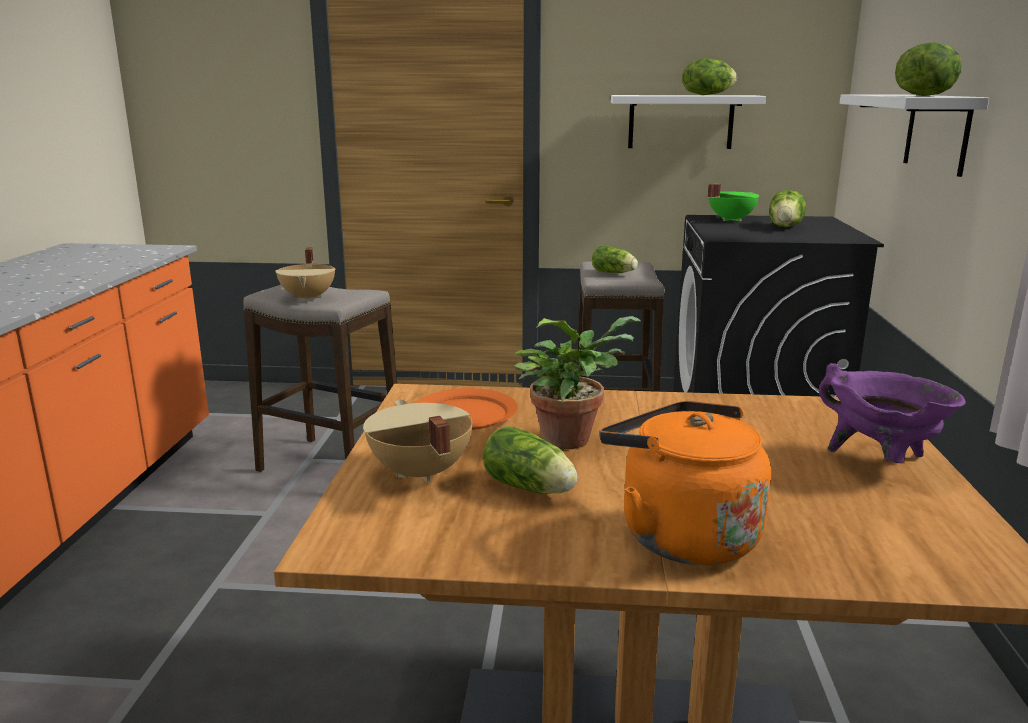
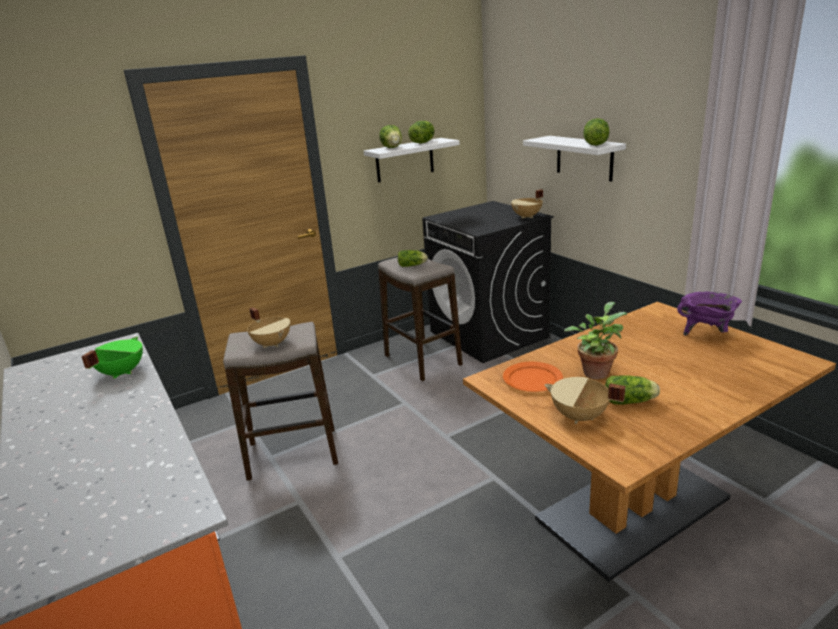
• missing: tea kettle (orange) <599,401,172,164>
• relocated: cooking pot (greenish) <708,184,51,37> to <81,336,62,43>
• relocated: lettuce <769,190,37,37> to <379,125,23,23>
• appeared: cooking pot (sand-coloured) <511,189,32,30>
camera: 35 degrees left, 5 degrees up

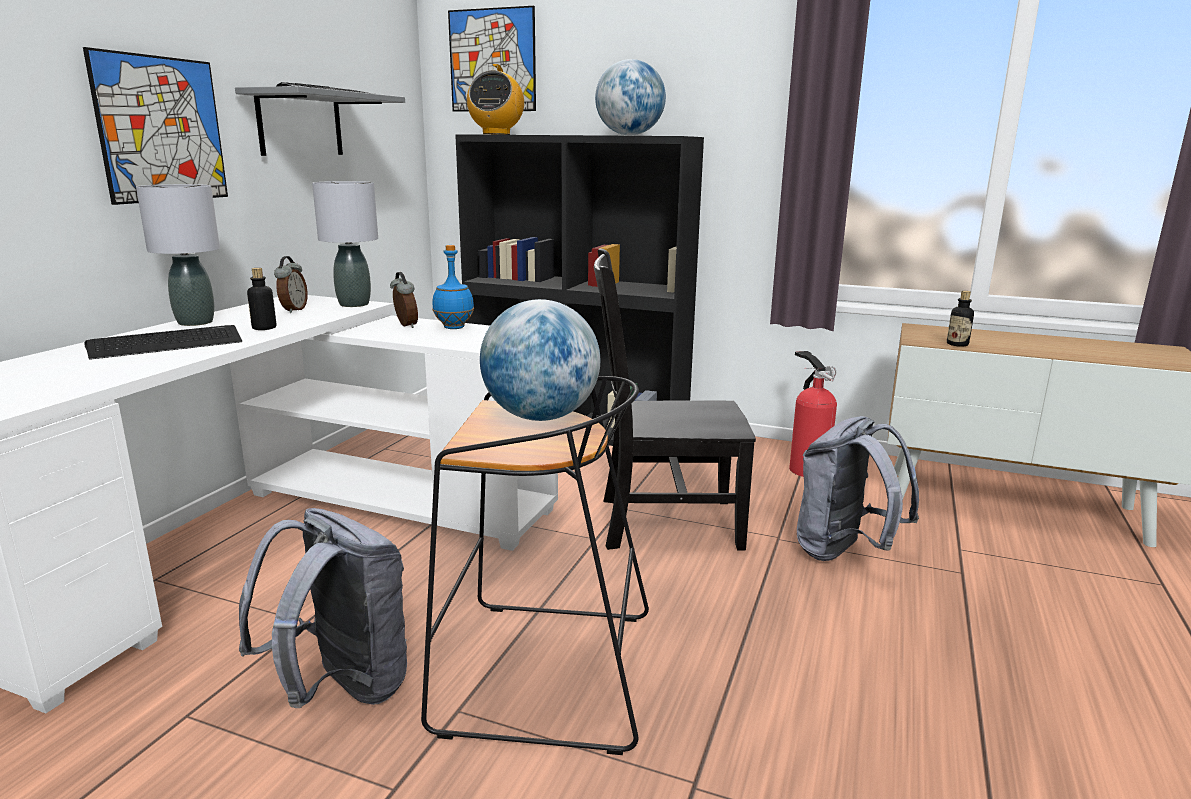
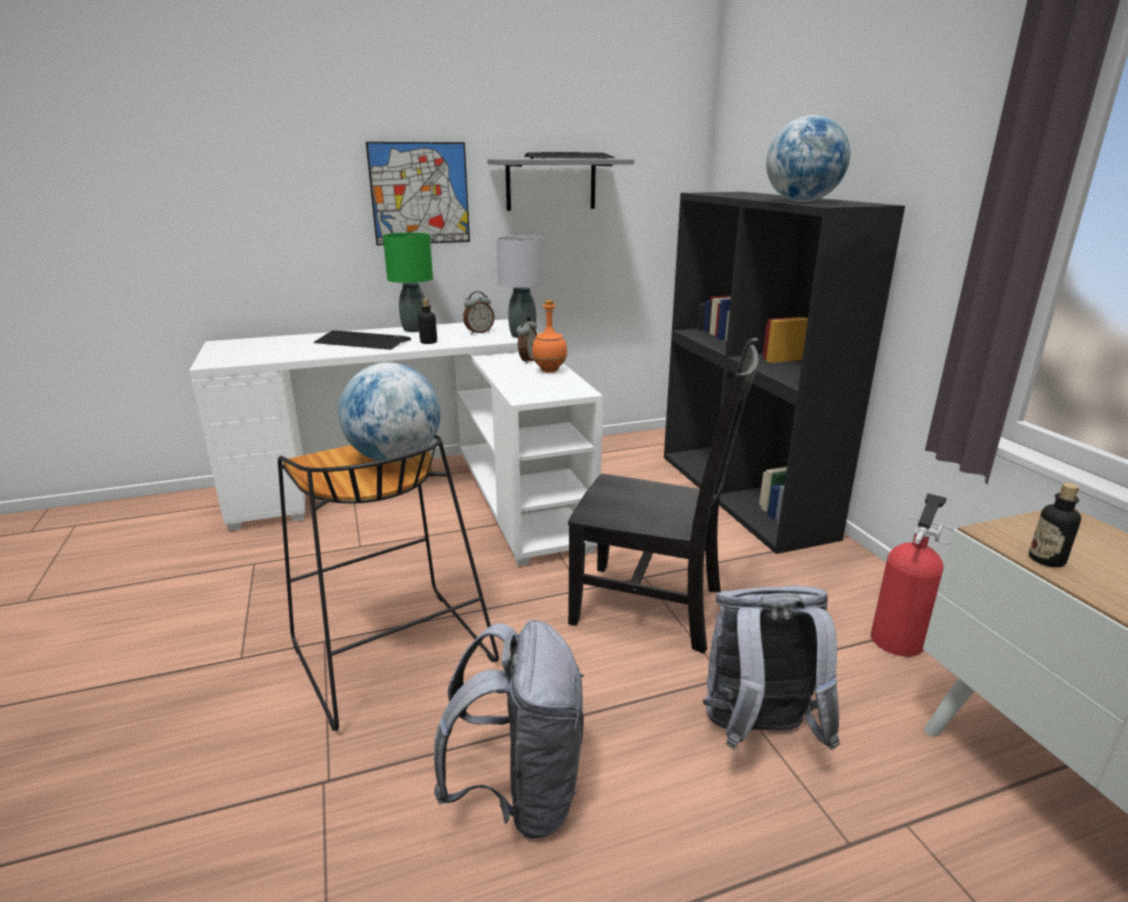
• colour: lamp for a table (greyish) <136,184,84,142> to lamp for a table (greenish) <383,233,50,99>
• relocated: knapsack (greyish) <239,508,168,200> to <433,620,151,219>
• colour: drink bottle (bluish) <432,245,42,84> to drink bottle (orange) <532,300,35,73>
• missing: wall art <448,6,88,106>
• missing: radio set <467,64,57,71>
• spun: chair (blackish) <594,248,162,303> = <568,338,191,316> 150 degrees clockwise
camera: 50 degrees right, 5 degrees up

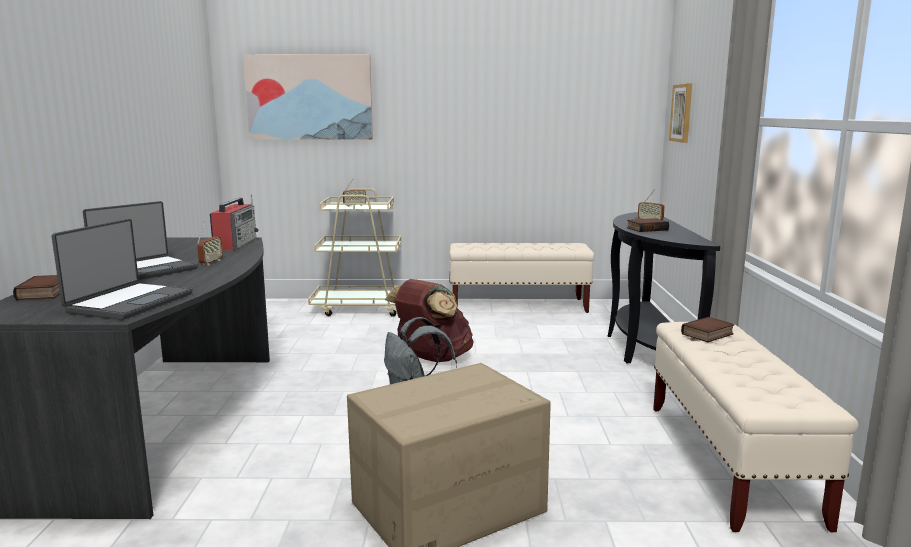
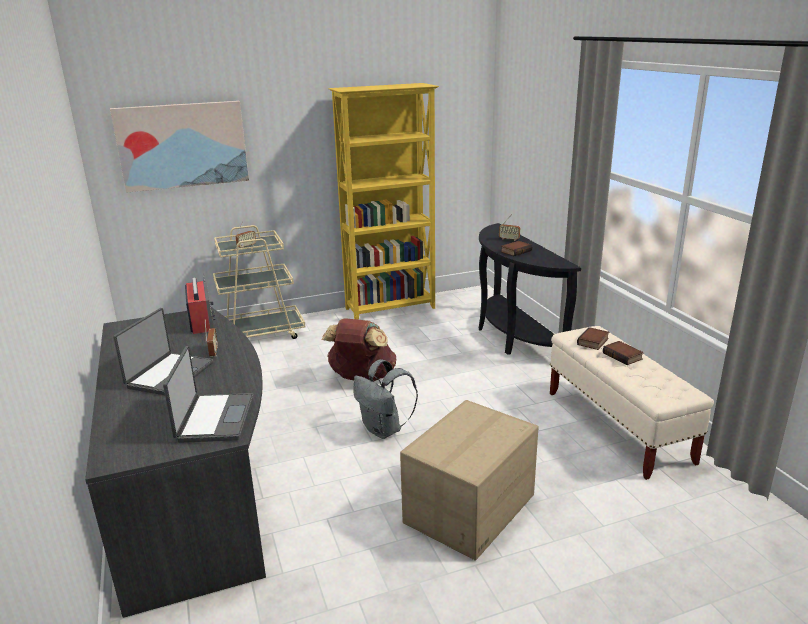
• relocated: book <13,275,47,25> to <603,341,41,24>
• exchanged: long seat (sand-coloured) <449,243,145,70> to bookcase (yellow) <328,83,111,237>
• missing: wall art <669,84,23,59>
camera: 20 degrees left, 10 degrees up

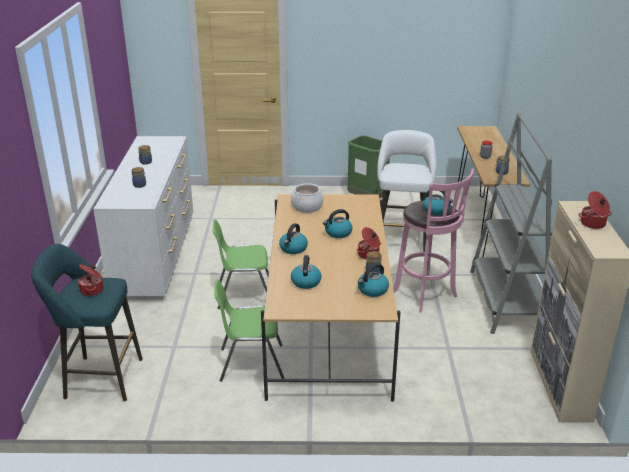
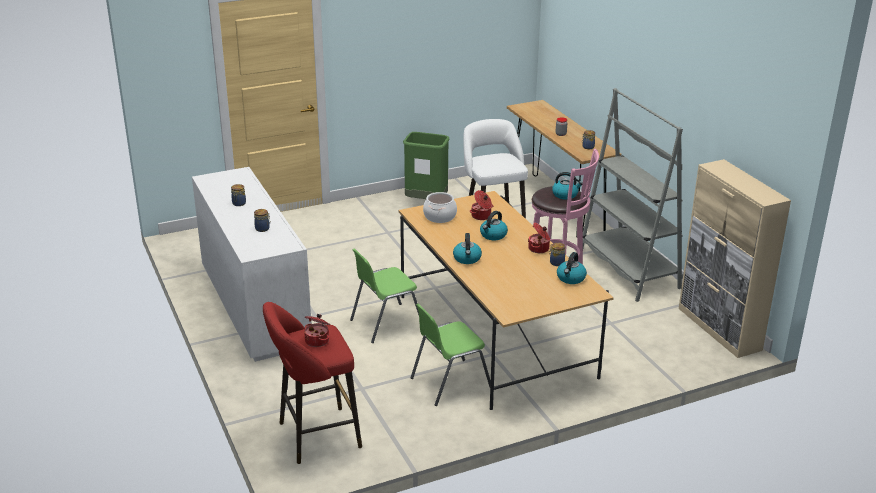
• colour: stool (turquoise) <31,244,112,157> to stool (red) <263,302,99,162>
• missing: tea kettle <291,255,31,34>
• relocated: cooking pot <578,191,34,38> to <470,190,23,30>
camera: 25 degrees left, 0 degrees up

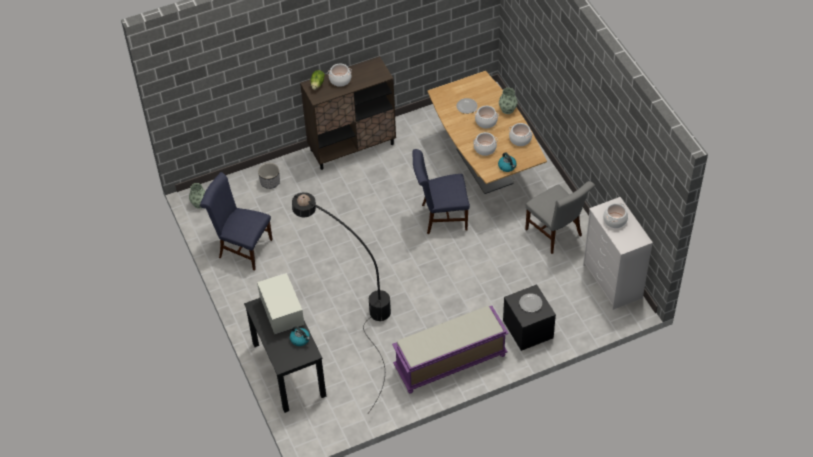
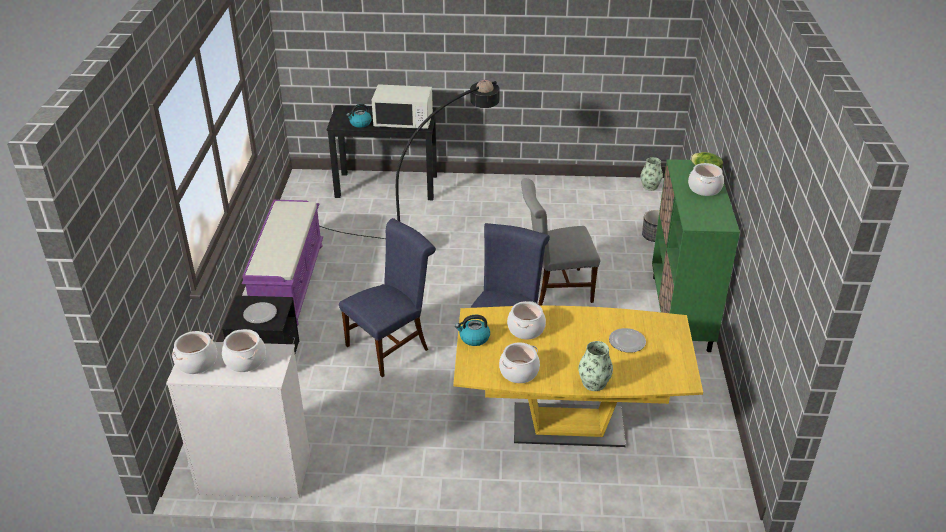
• relocated: chair (bluish) <200,172,73,99> to <339,218,97,159>
• colour: storage cabinet (brown) <300,56,96,114> to storage cabinet (greenish) <652,159,88,193>
• colour: dining table (brown) <427,71,120,123> to dining table (yellow) <453,305,250,142>
• relocated: cooking pot <474,106,25,23> to <172,331,45,43>
• relocated: chair (greyish) <525,181,70,73> to <521,178,79,128>
camera: 115 degrees right, 15 degrees down

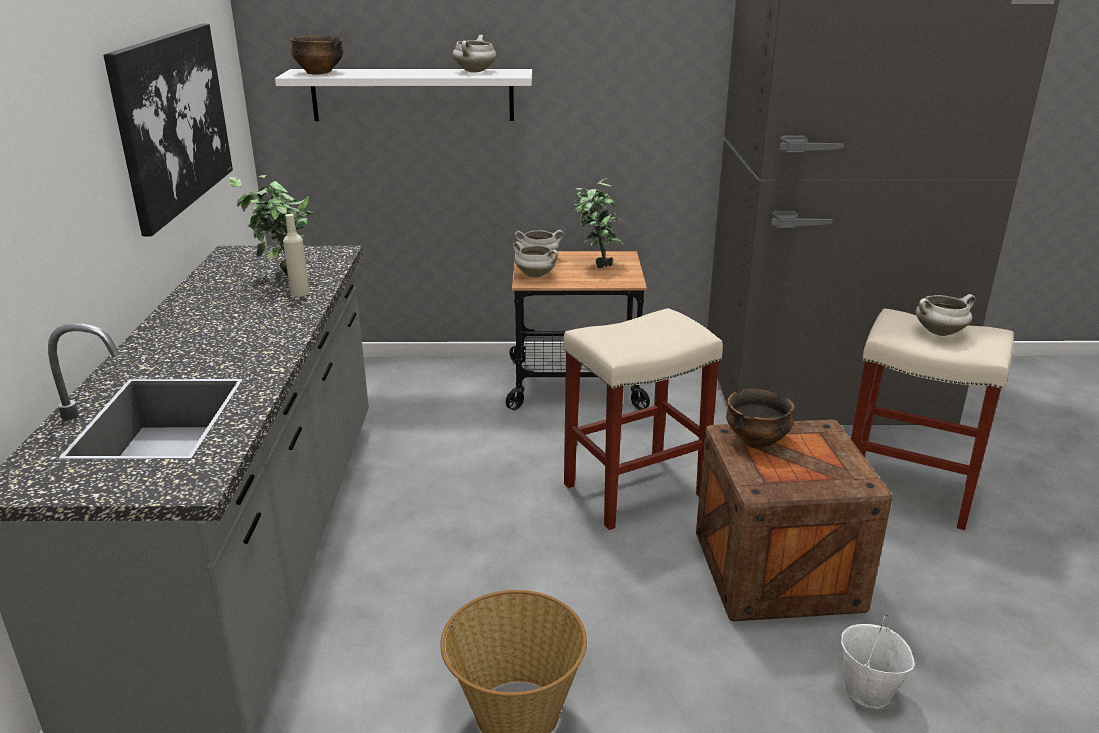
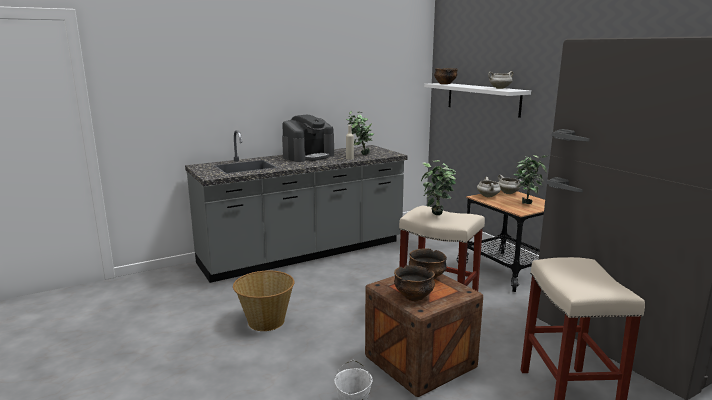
• missing: wall art <103,24,130,212>
• missing: cooking pot (white) <916,294,60,42>
• appeared: coffee brewer <282,115,52,47>
• appeared: serving bowl <394,265,41,36>
• appeared: potted plant <421,160,35,55>
camera: 60 degrees right, 10 degrees down

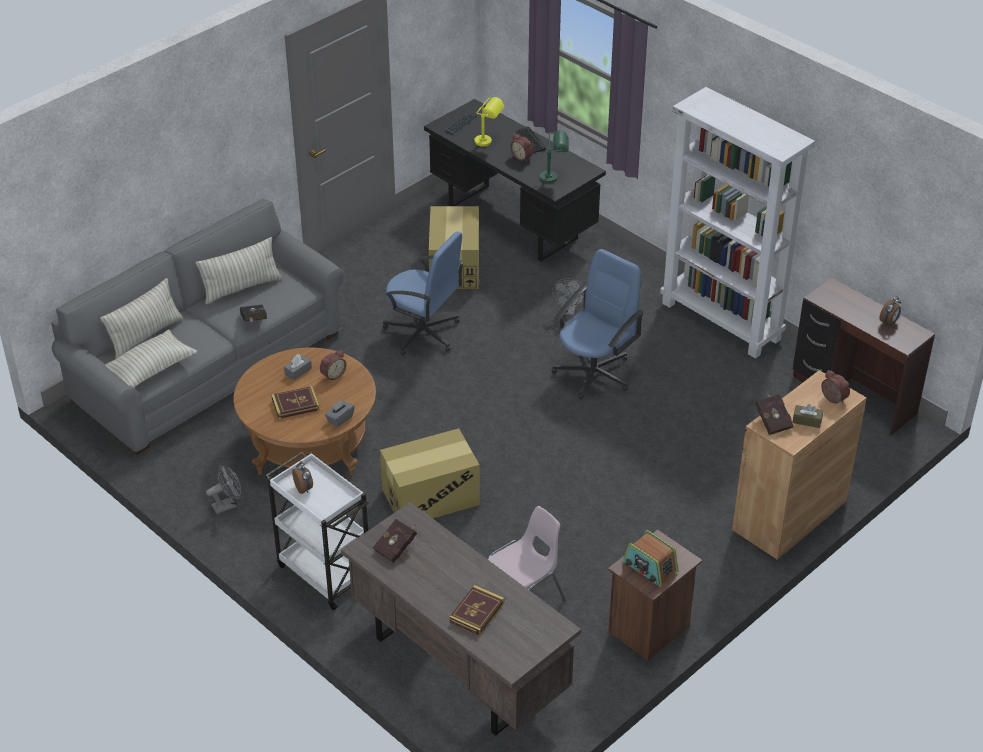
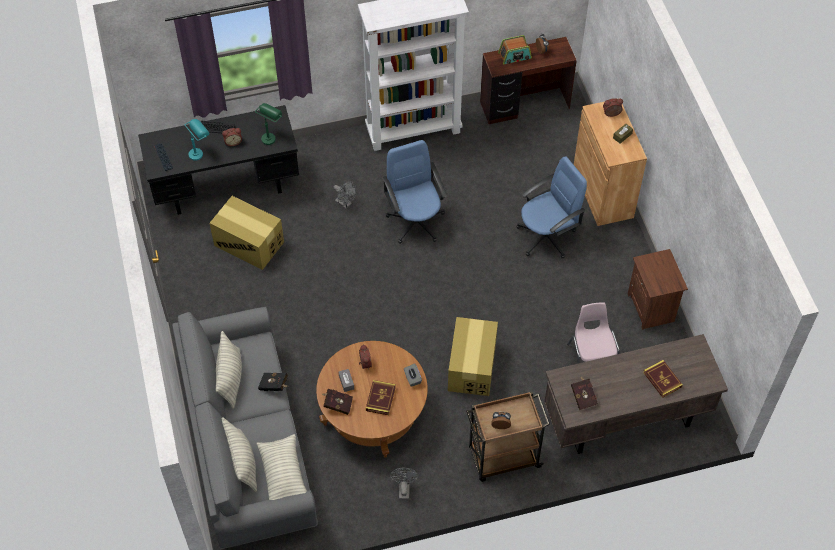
• colour: trolley (white) <265,452,104,158> to trolley (brown) <466,391,84,91>
• relocated: desk chair (bluish) <383,232,81,123> to <516,156,71,102>
• colour: lamp for a table (yellow) <474,97,30,50> to lamp for a table (turquoise) <185,119,25,42>
• relocated: radio set <623,530,55,57> to <498,35,34,30>
• relocated: book (red) <755,394,39,41> to <322,389,31,26>
camera: 60 degrees left, 15 degrees up

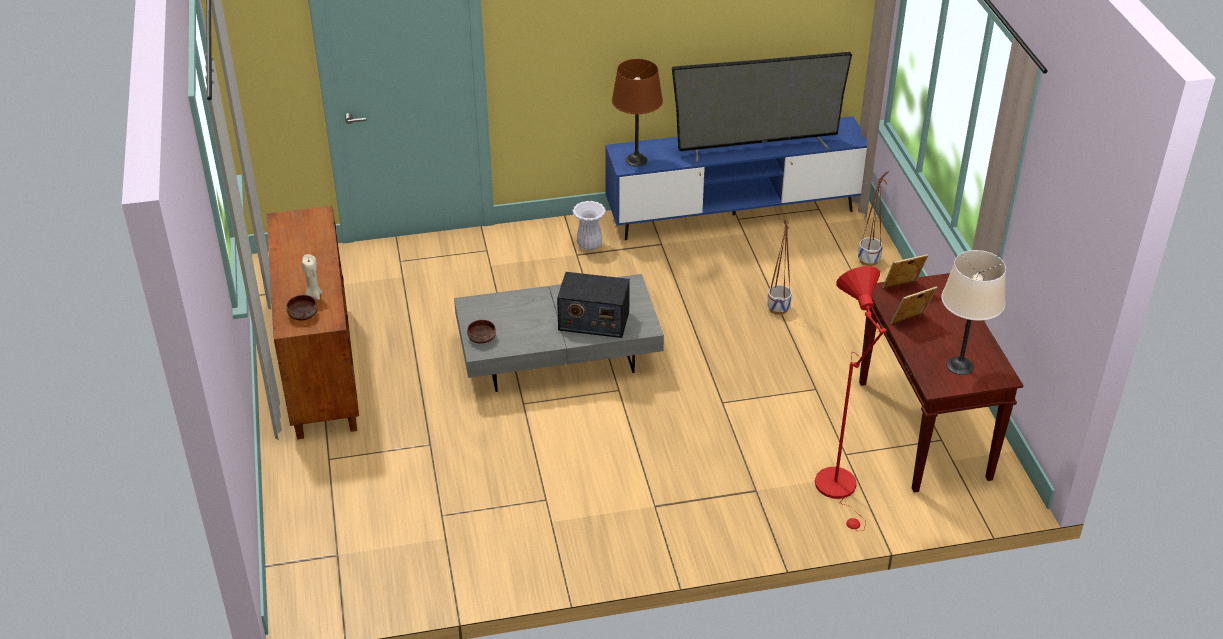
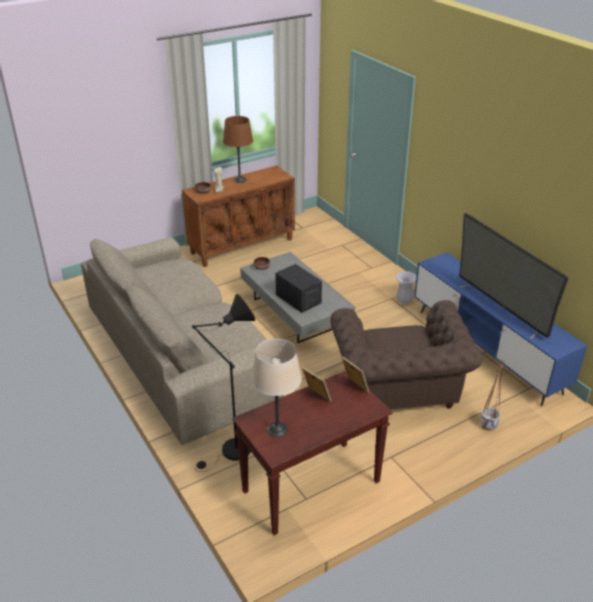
• spun: radio set <557,272,73,66> = <275,264,47,49> 150 degrees clockwise
• relocated: lamp for a table (brown) <612,59,51,107> to <223,116,30,67>
• exchanged: plant pot <767,220,25,95> to easy chair (brown) <330,300,153,109>
• colour: floor lamp (red) <815,266,71,265> to floor lamp (blackish) <192,294,63,178>
• appeared: sofa (sand-coloured) <81,237,203,208>
camera: 70 degrees right, 5 degrees down

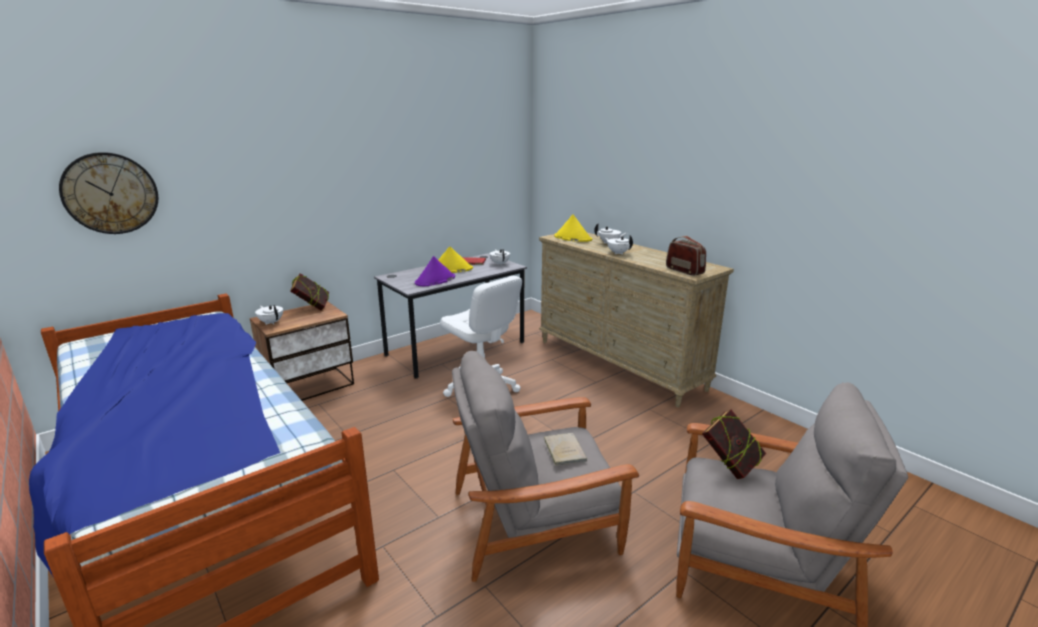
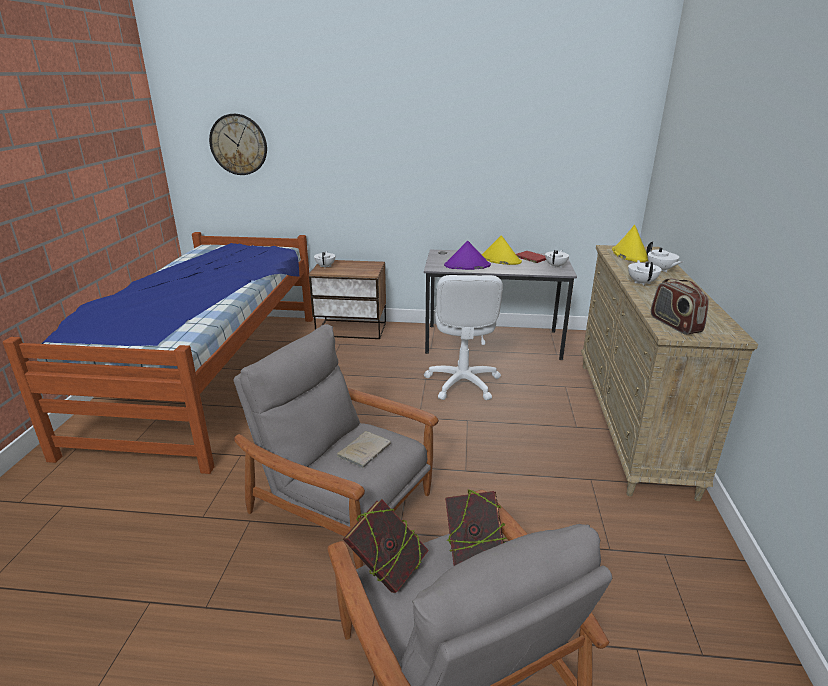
• relocated: book <290,273,39,37> to <343,499,86,94>
• spun: radio set <666,236,40,40> = <651,278,58,57> 150 degrees clockwise
camera: 45 degrees right, 5 degrees up

